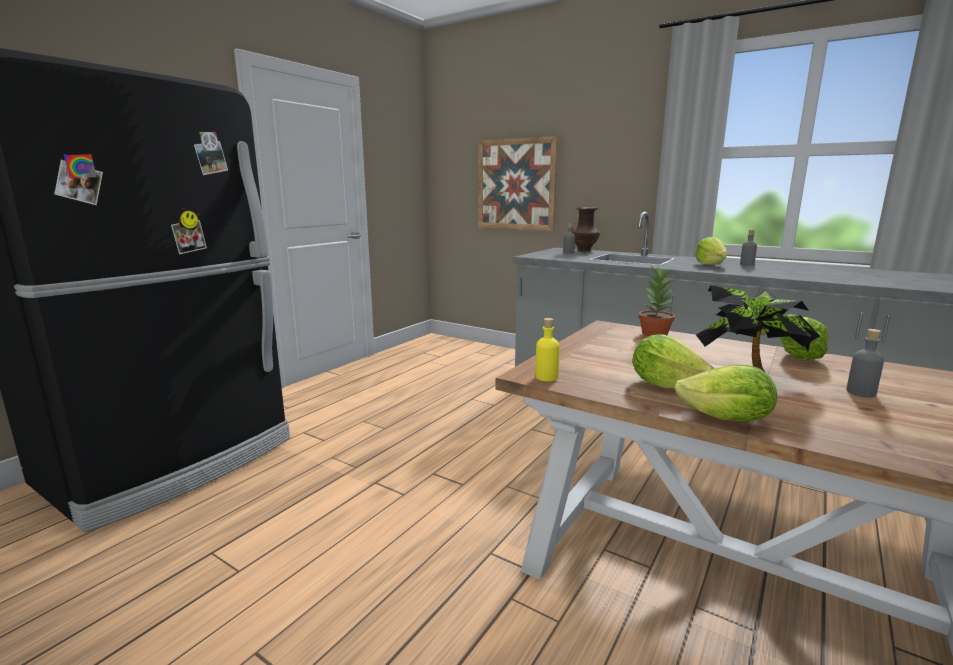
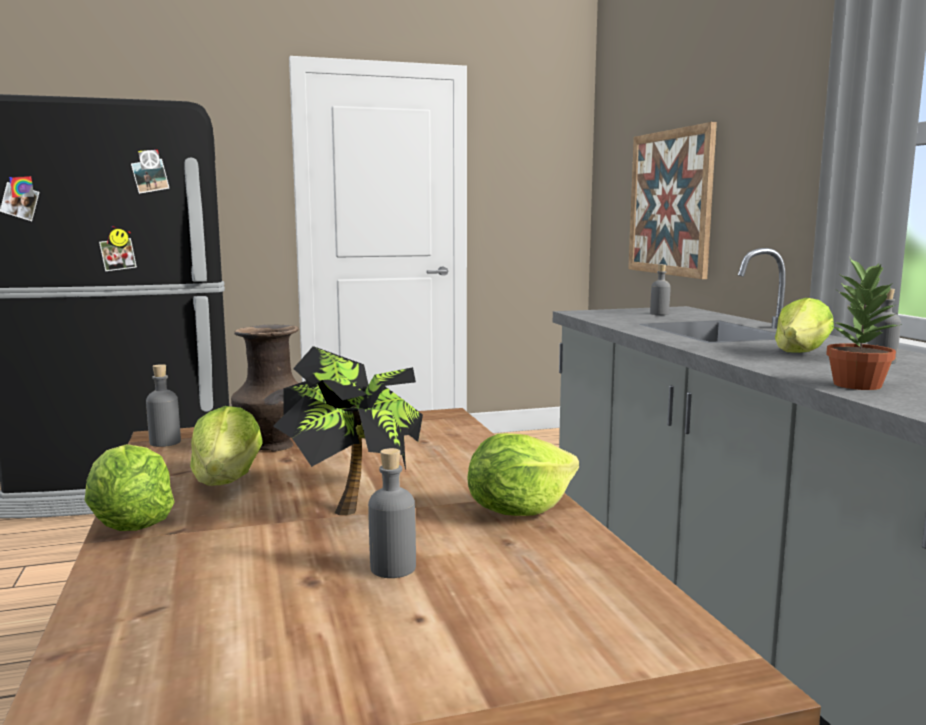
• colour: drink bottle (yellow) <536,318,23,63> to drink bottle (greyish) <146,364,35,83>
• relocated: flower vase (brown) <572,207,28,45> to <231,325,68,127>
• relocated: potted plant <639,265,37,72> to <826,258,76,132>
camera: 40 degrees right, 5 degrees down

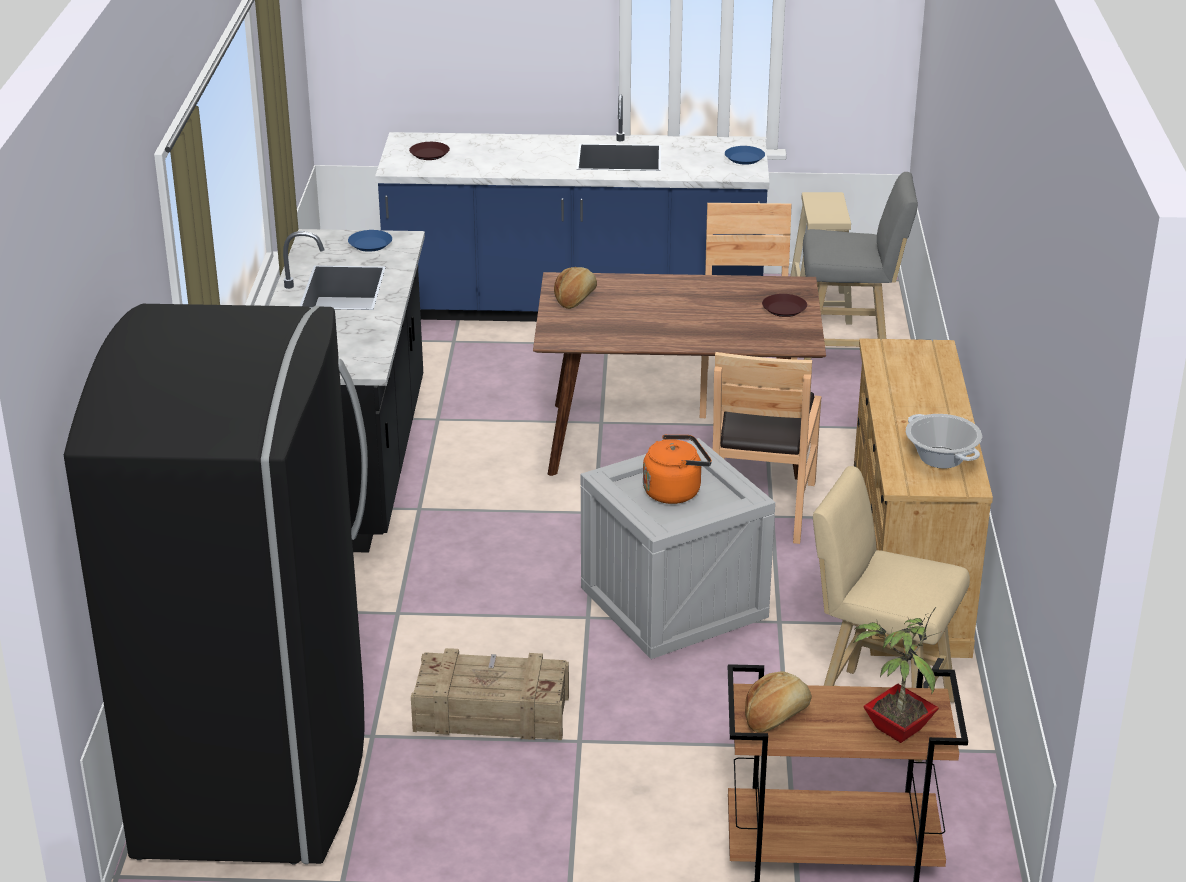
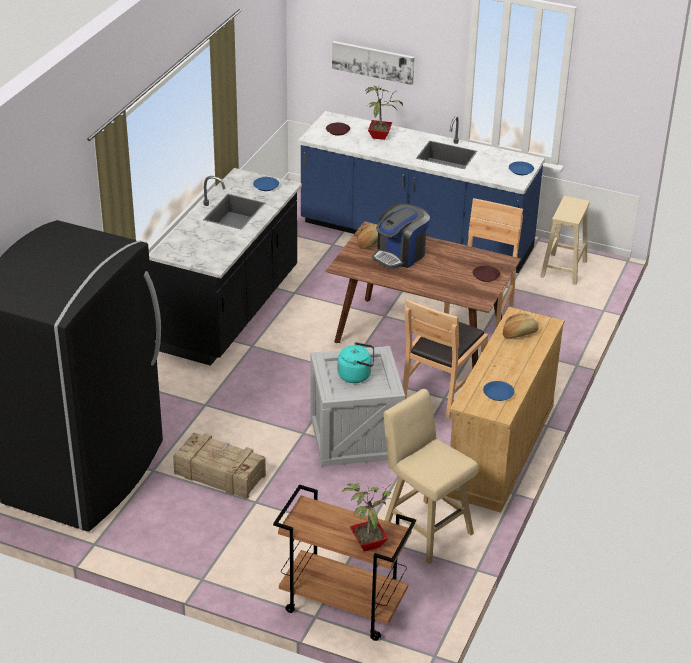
• colour: tea kettle (orange) <643,434,69,70> to tea kettle (turquoise) <338,342,36,41>
• relocated: baked bread <745,671,67,62> to <503,313,36,26>
• missing: stool (greyish) <803,172,115,188>
• exchanged: cooking pot <906,414,76,54> to flat dish (bluish) <483,381,31,20>
• appeared: wall art <332,41,83,44>
• appeared: potted plant <365,86,38,54>
• appeared: coffee brewer <372,203,58,66>
camera: 20 degrees right, 5 degrees up

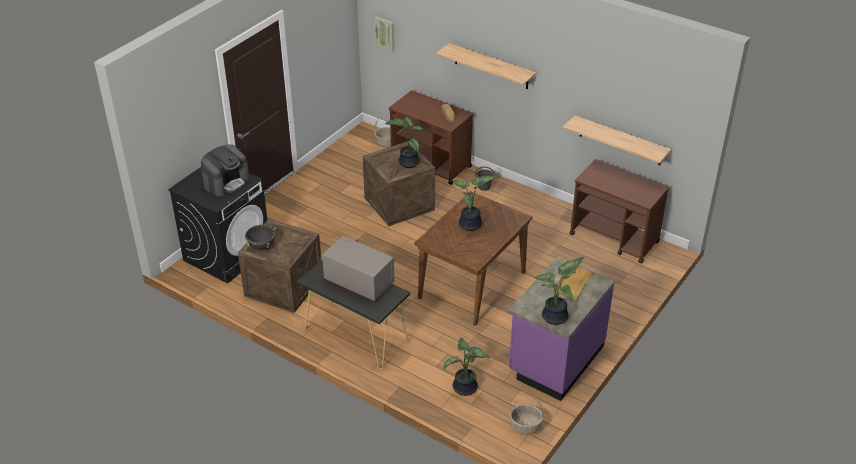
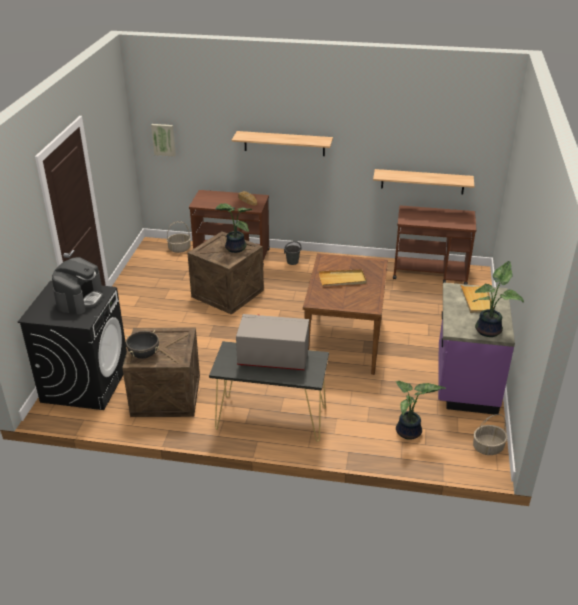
• exchanged: potted plant <453,176,46,55> to tray (sand-coloured) <319,269,48,17>
camera: 25 degrees left, 5 degrees down

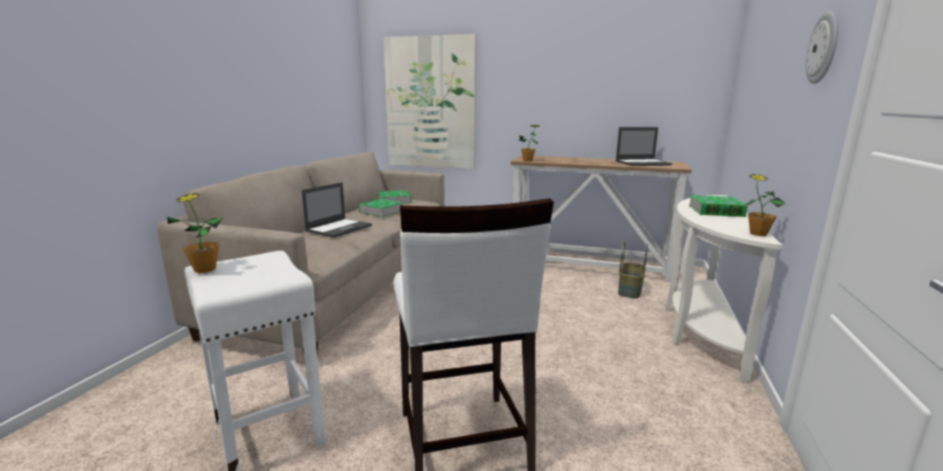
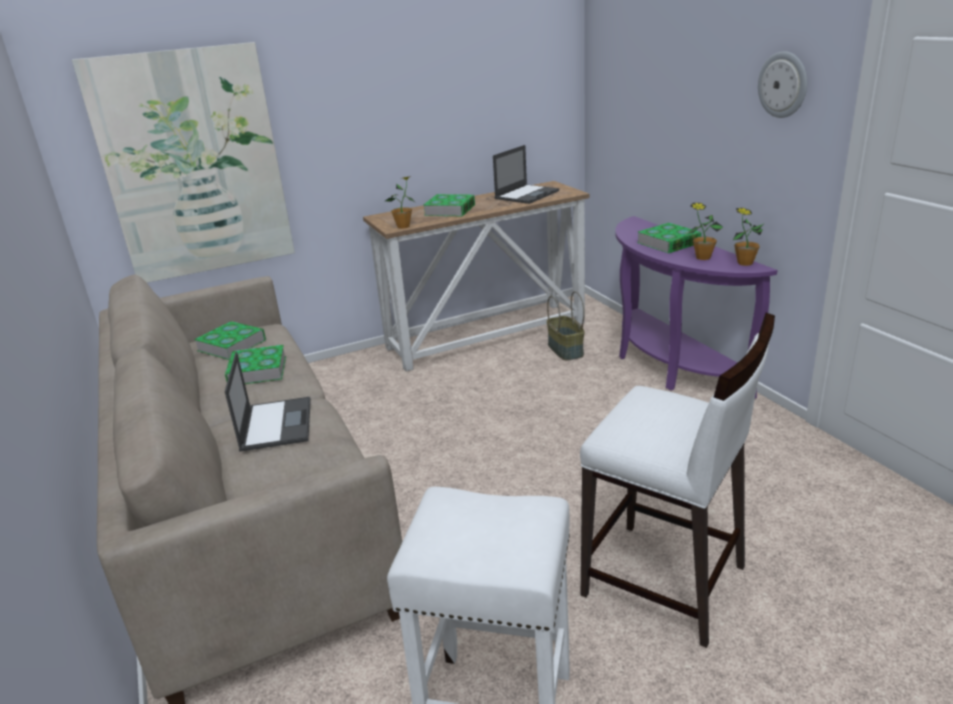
• relocated: potted plant <167,193,56,80> to <689,203,34,57>
• colour: narrow table (white) <665,195,118,187> to narrow table (purplish) <615,216,162,182>
• appeared: book <424,194,51,22>
camera: 40 degrees left, 10 degrees up

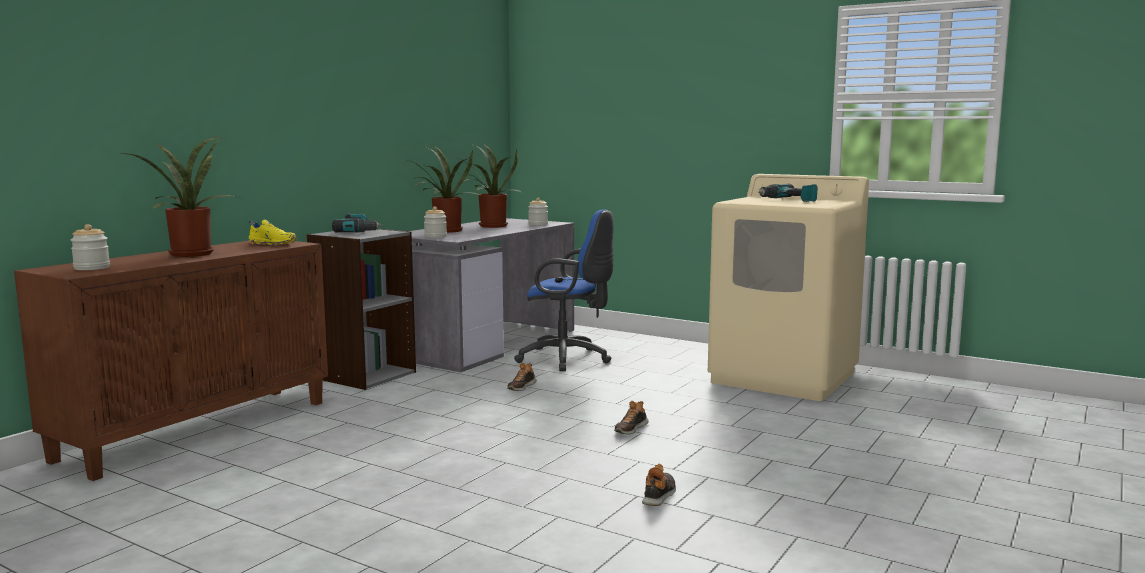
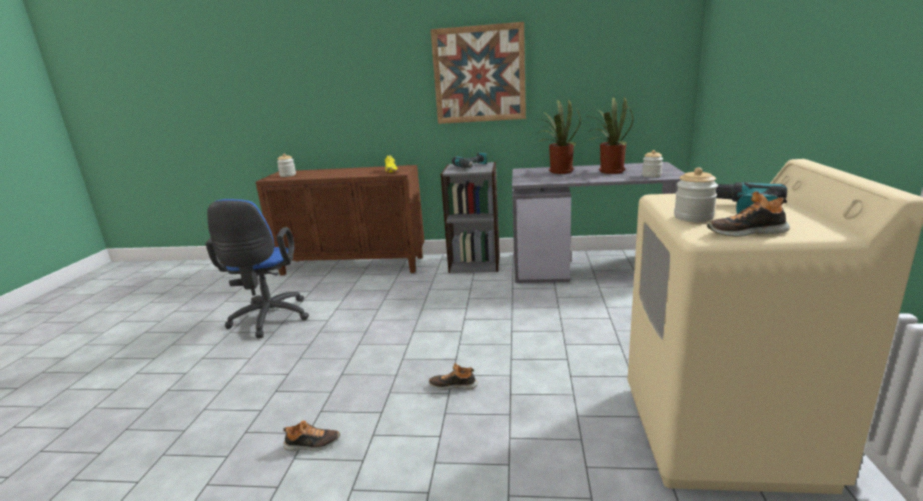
• missing: potted plant <121,136,115,121>
• relocated: jar <424,206,23,32> to <674,167,44,55>
• relocated: shoe <507,363,30,28> to <707,191,83,46>
• relocated: desk chair (bluish) <514,209,100,162> to <206,199,103,139>
• appeared: wall art <431,22,95,102>
camera: 65 degrees right, 10 degrees up

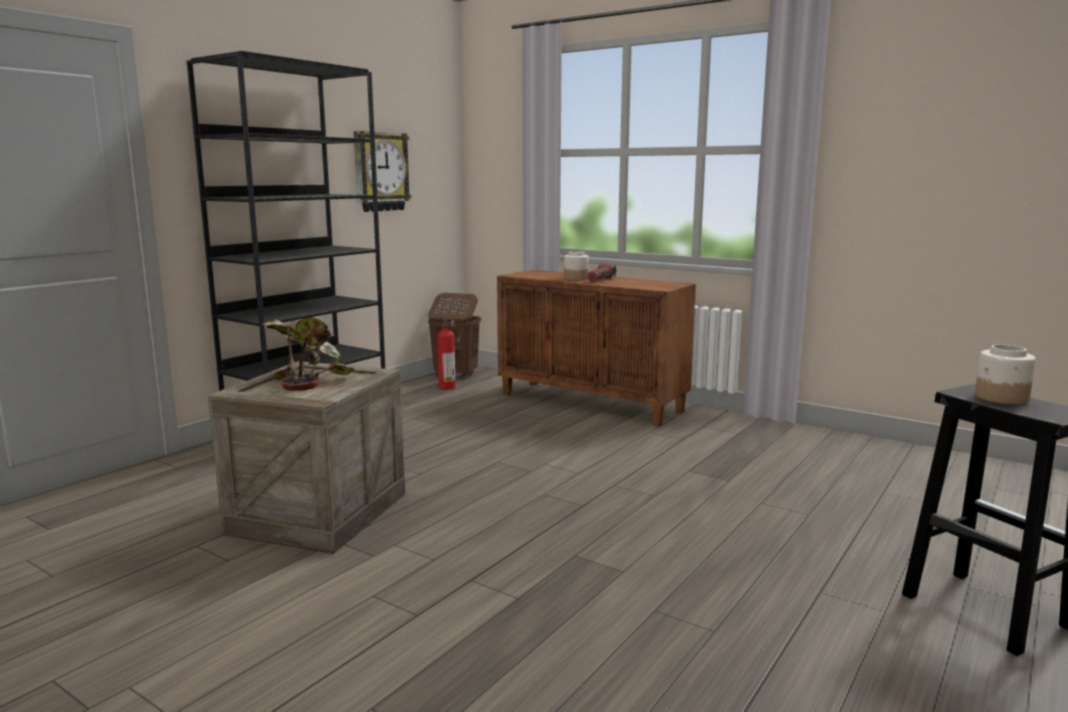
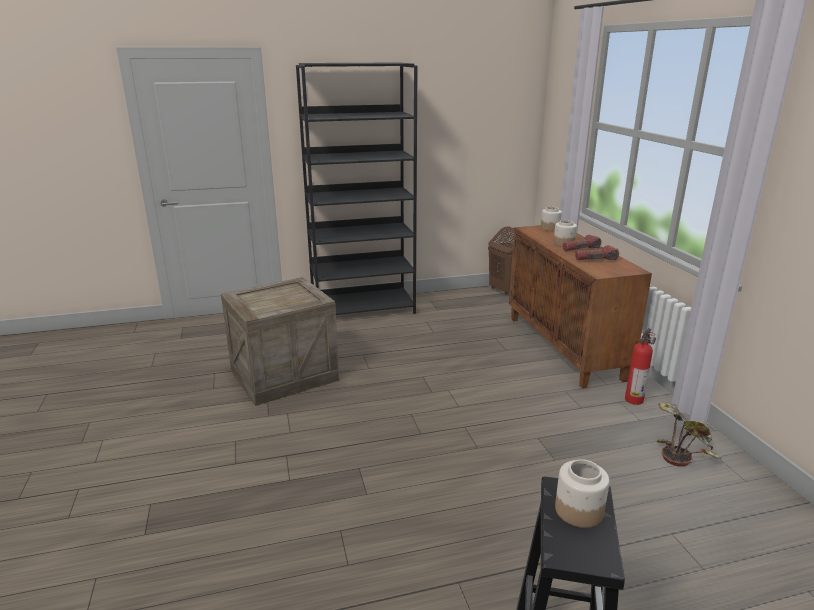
• relocated: potted plant <262,317,92,74> to <657,403,65,64>
• missing: clock on the wall <354,131,57,81>
• relocated: extinguisher <437,316,19,74> to <625,328,31,77>
• appeared: jar <541,207,21,24>
• appeared: torch <575,245,44,15>
camera: 40 degrees right, 10 degrees up

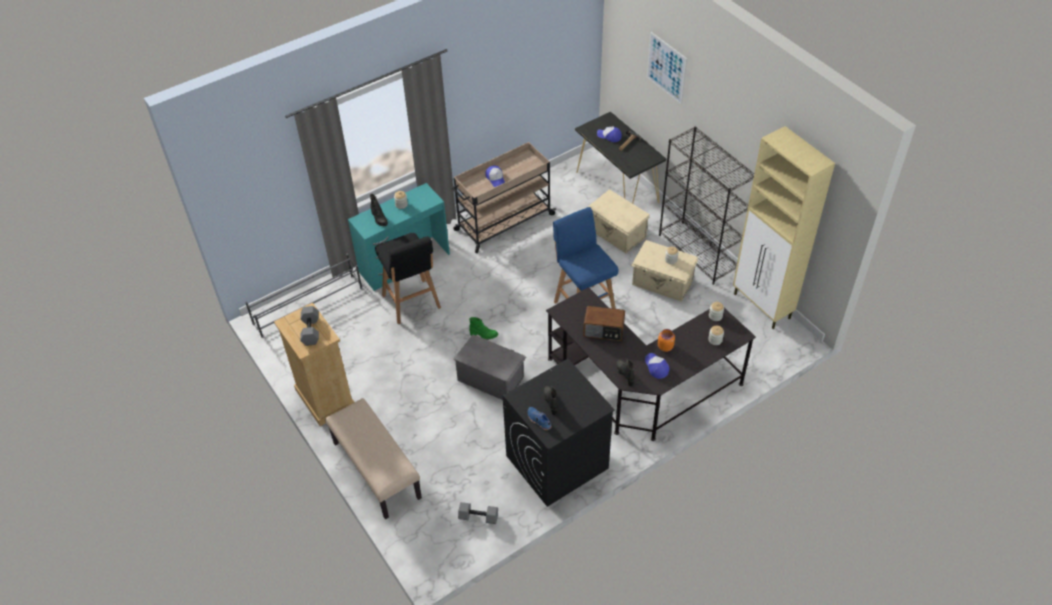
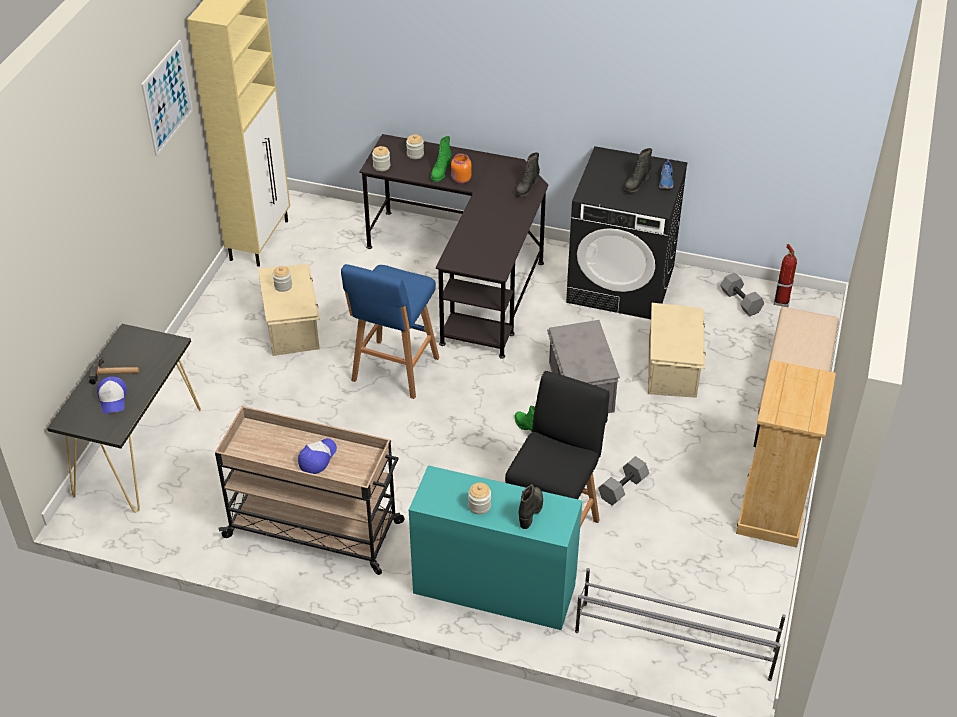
• relocated: hand weight (greyish) <300,306,19,40> to <598,456,51,49>
• missing: radio set <583,306,42,35>
• relocated: storage box (sand-coloured) <588,189,62,64> to <648,303,58,95>
• missing: cap <645,353,24,26>
• relocated: wall art <647,32,40,72> to <141,40,52,116>
• missing: bookcase (blackish) <659,127,95,158>
• appeared: tall boot (greenish) <431,136,20,46>
• appeared: extinguisher <773,244,24,63>
camera: 130 degrees left, 5 degrees down

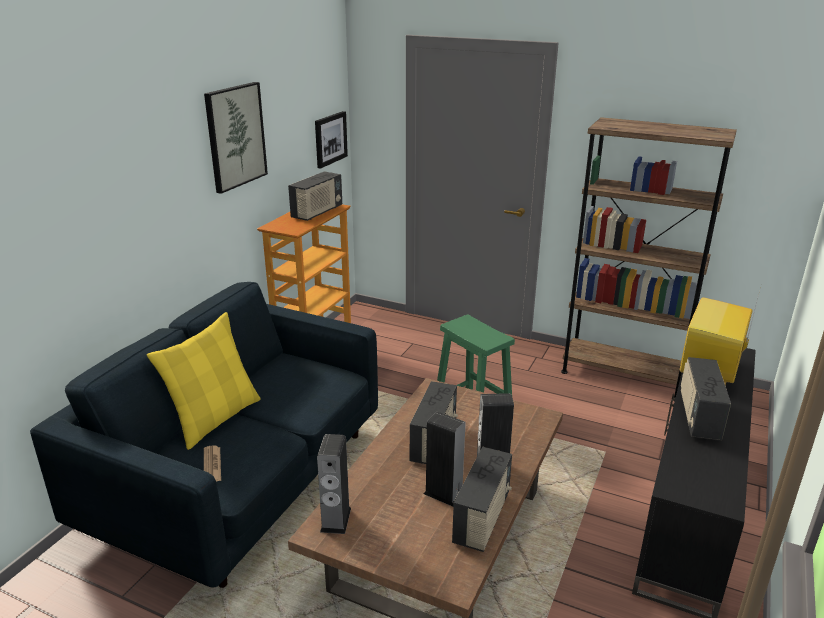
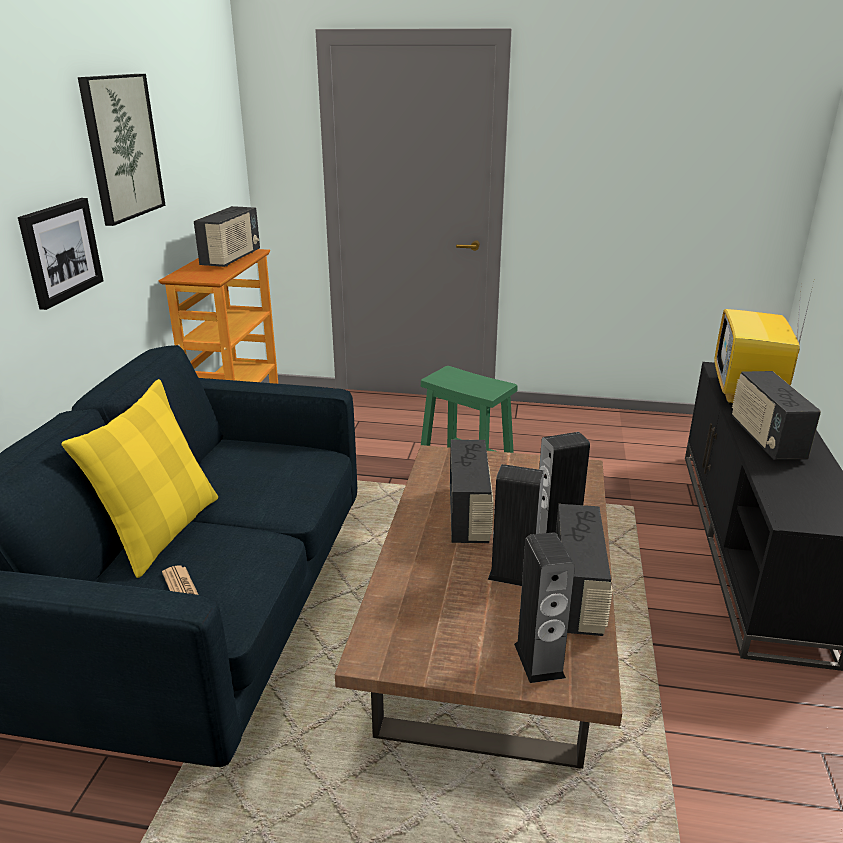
• relocated: wall art <315,111,33,58> to <18,198,85,112>
• relocated: speaker <317,434,34,100> to <514,533,61,150>
• missing: bookcase (brown) <561,117,176,281>
camera: 15 degrees left, 0 degrees up

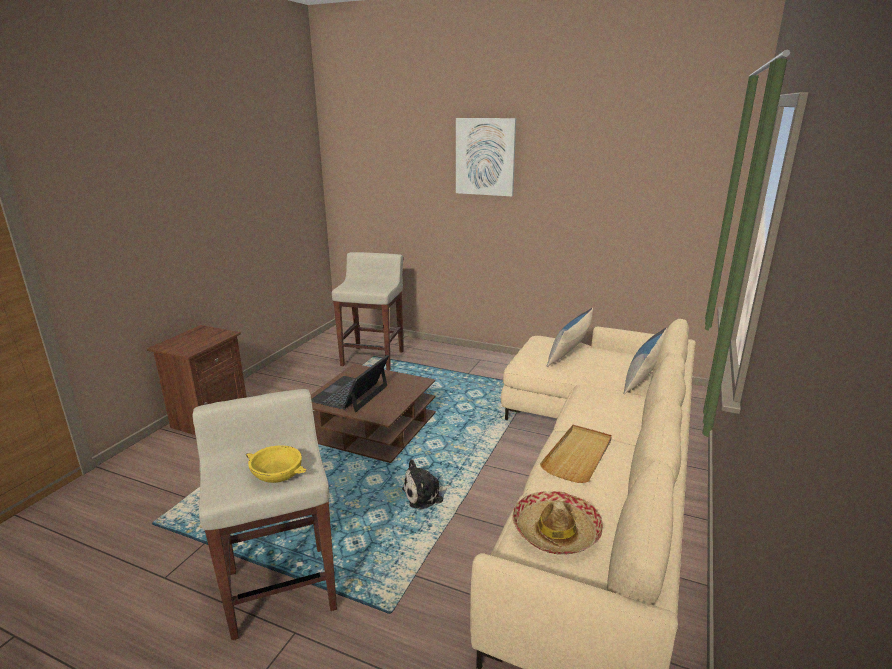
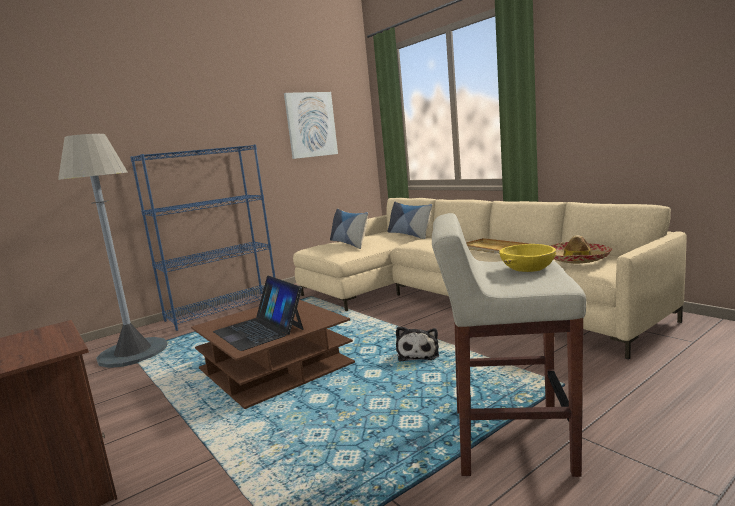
• exchanged: stool (sand-coloured) <332,252,72,118> to floor lamp (greyish) <58,134,110,234>
• relocated: wall art <456,118,60,78> to <284,92,54,67>
• appeared: bookcase (bluish) <130,144,145,187>
camera: 60 degrees left, 10 degrees down

